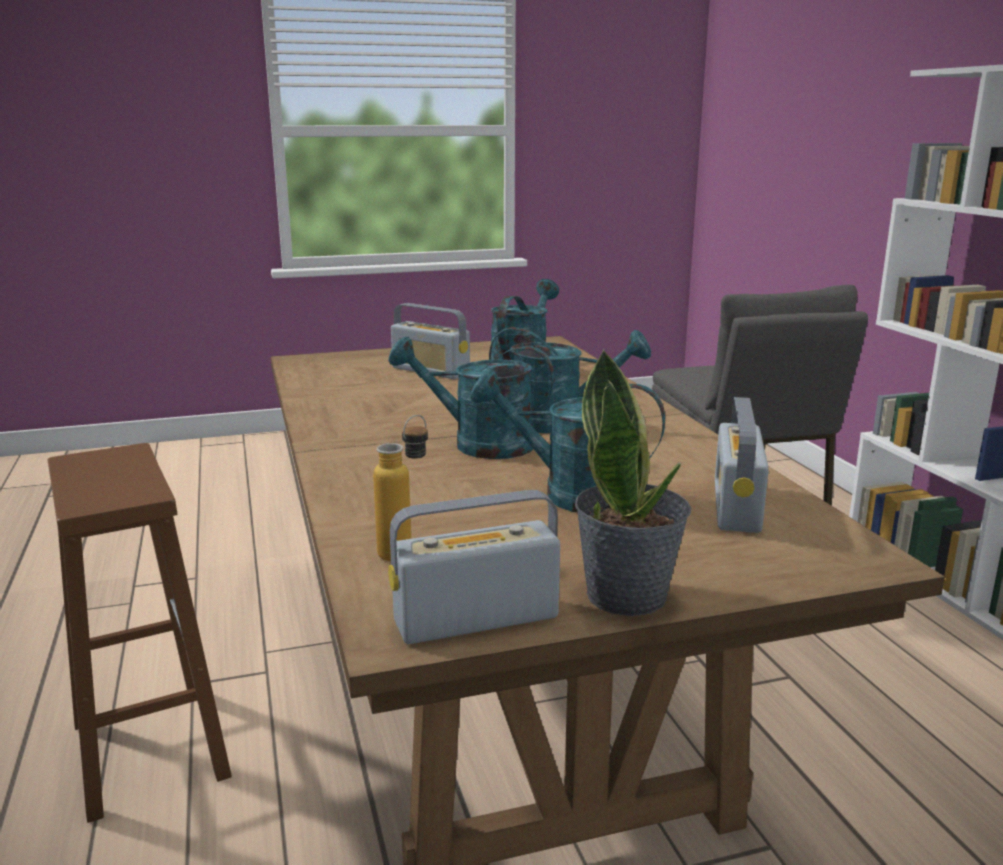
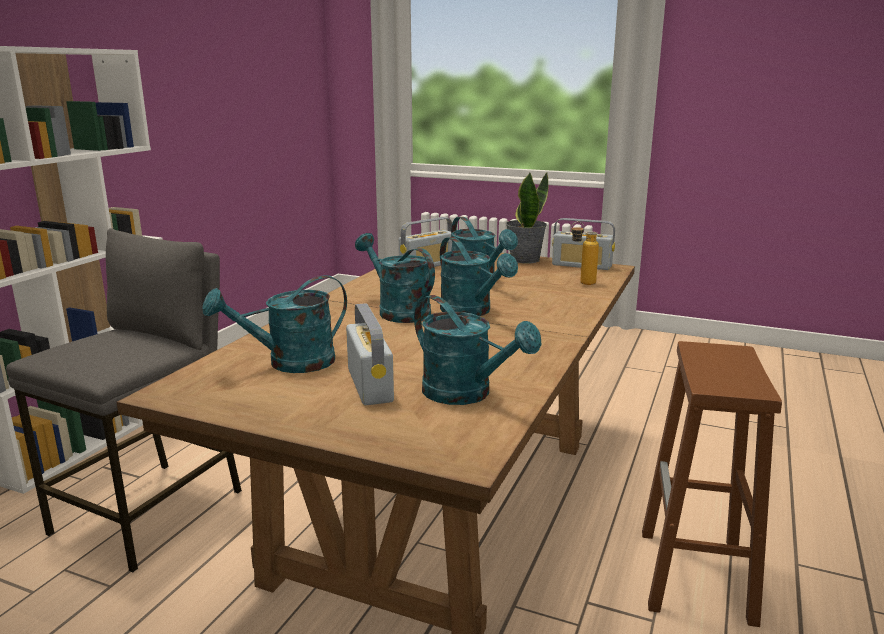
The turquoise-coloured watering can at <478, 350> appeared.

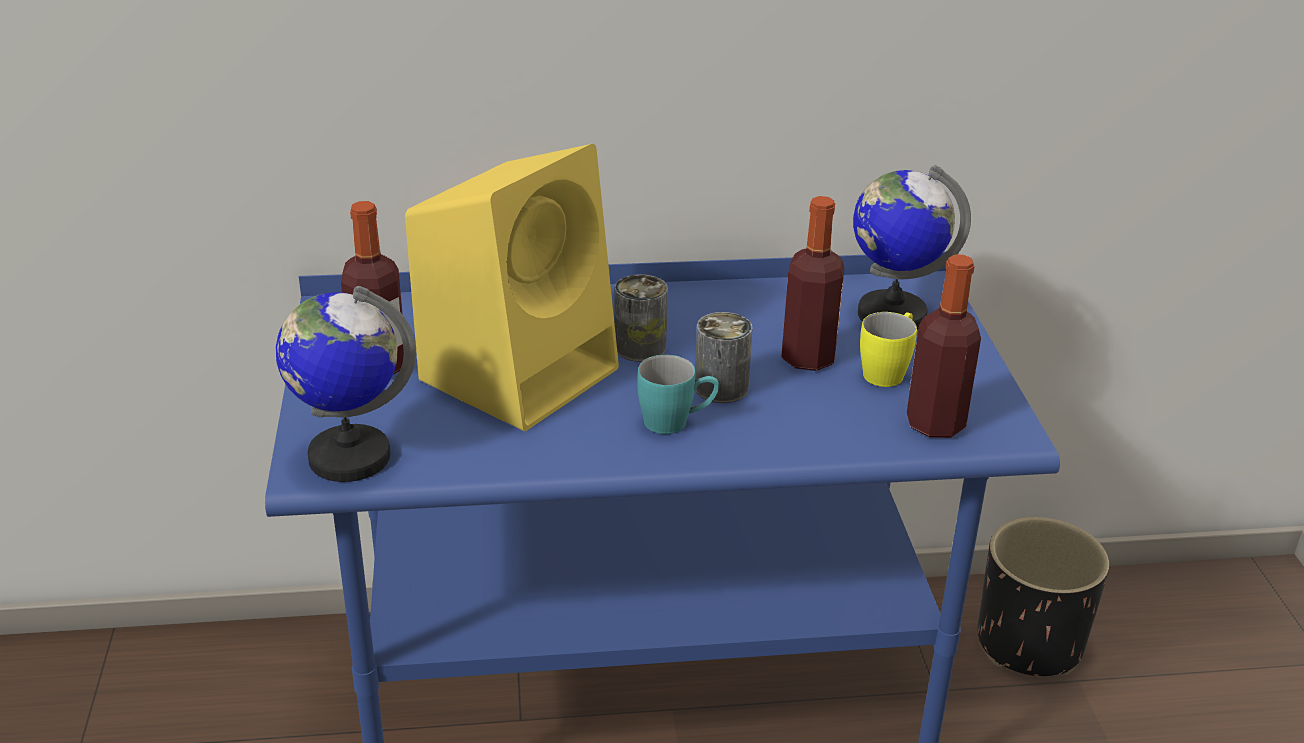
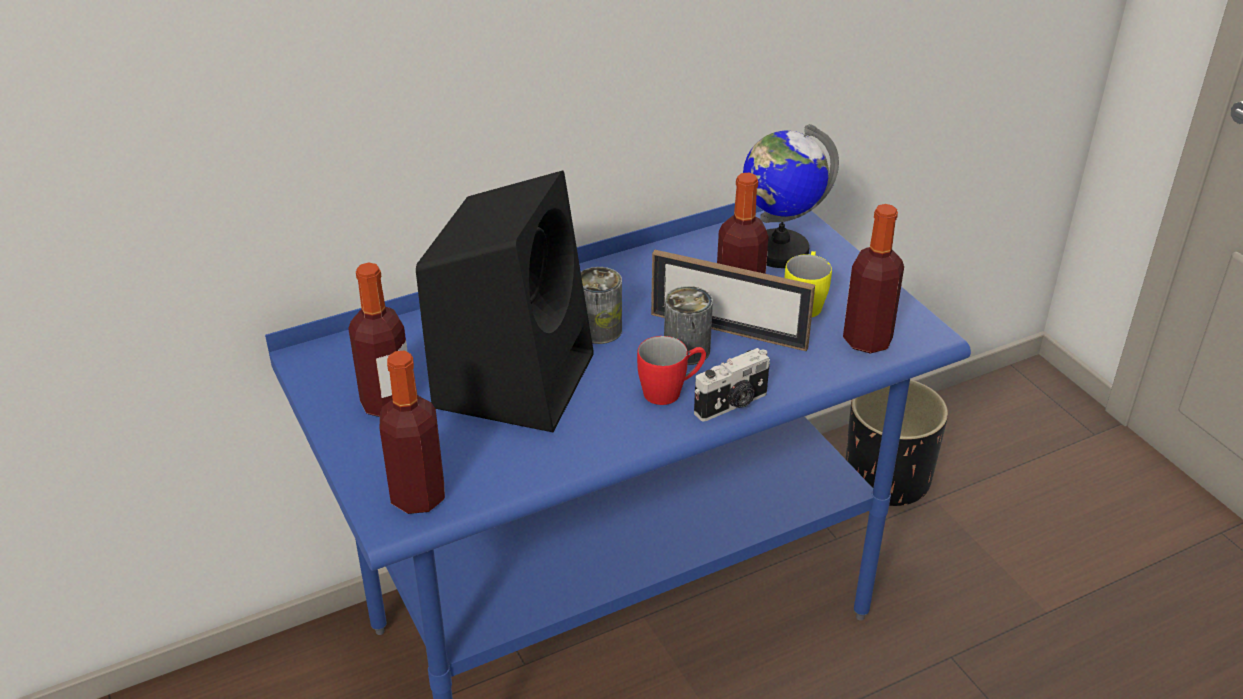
The globe at <346, 384> was replaced by the bottle at <412, 432>. The yellow-coloured audio speaker at <512, 287> became the black-coloured audio speaker at <505, 301>. The turquoise-coloured mug at <678, 394> became the red-coloured mug at <671, 370>. The photo frame at <733, 301> appeared. The still camera at <732, 384> appeared.

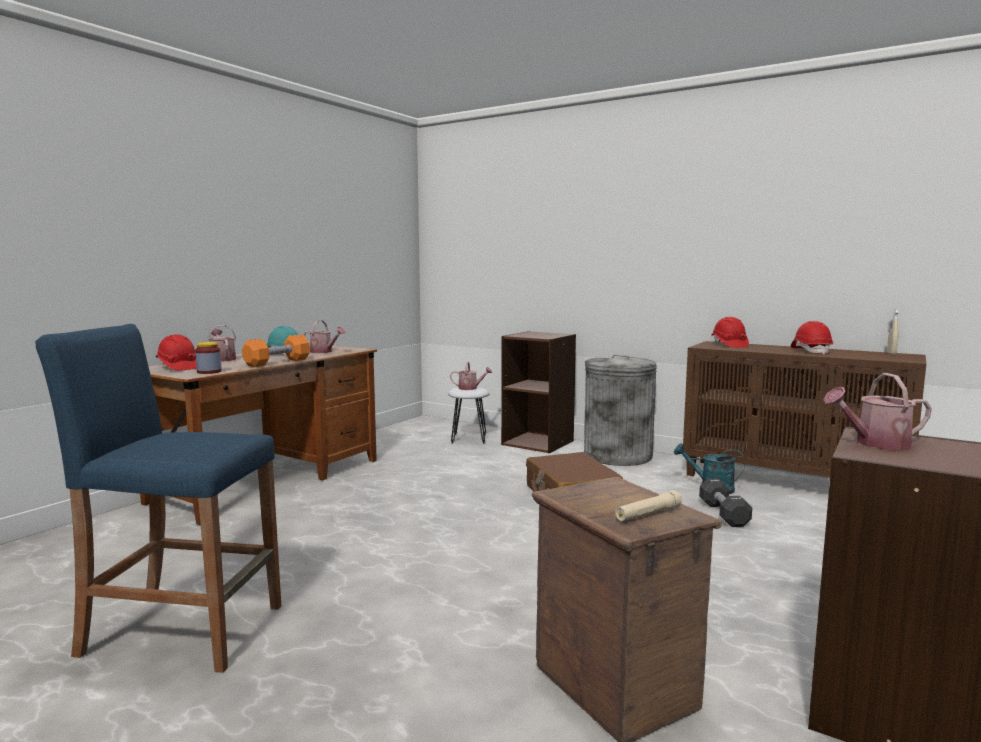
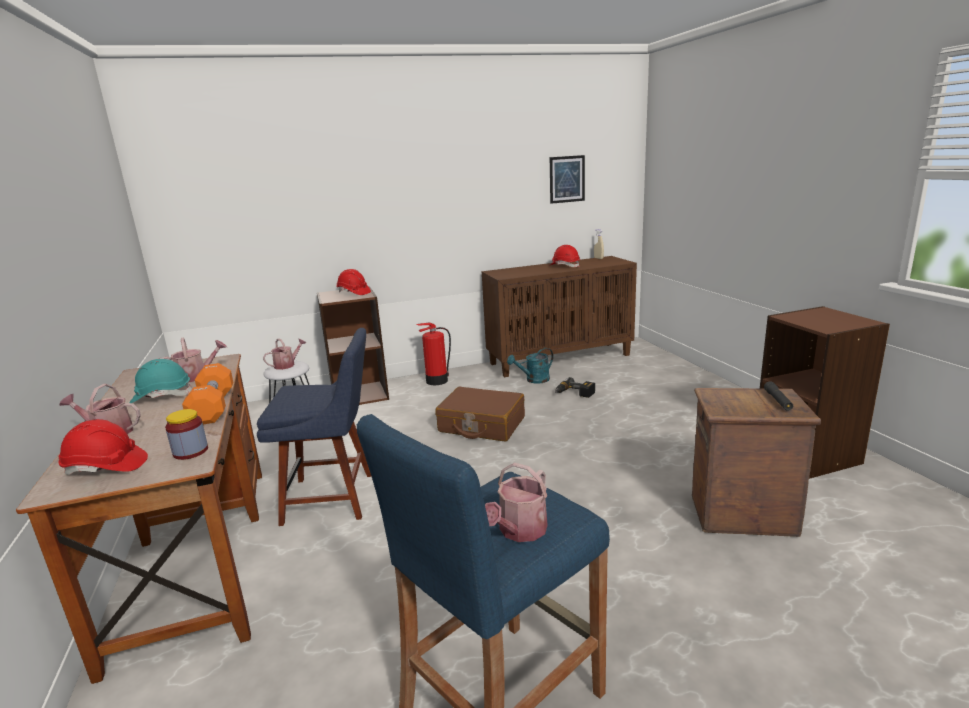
The bluish chair at <314, 427> appeared. The red-coloured work helmet moved from <730, 332> to <353, 282>. The gray trash can at <620, 410> was replaced by the fire extinguisher at <434, 353>. The watering can moved from <877, 411> to <516, 502>. The wall art at <567, 179> appeared. The black-coloured dumbbell at <725, 502> was replaced by the power drill at <575, 387>. The sand-coloured hand torch at <648, 505> became the black-coloured hand torch at <778, 395>.

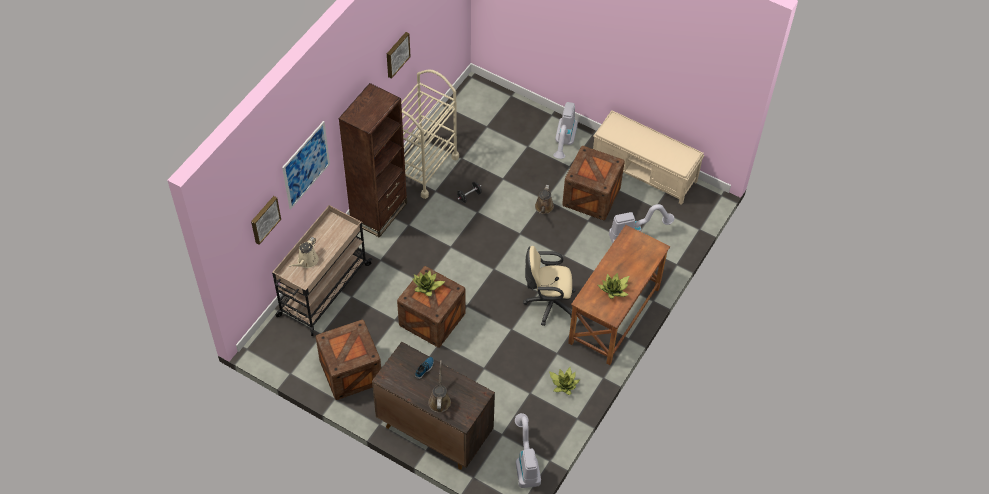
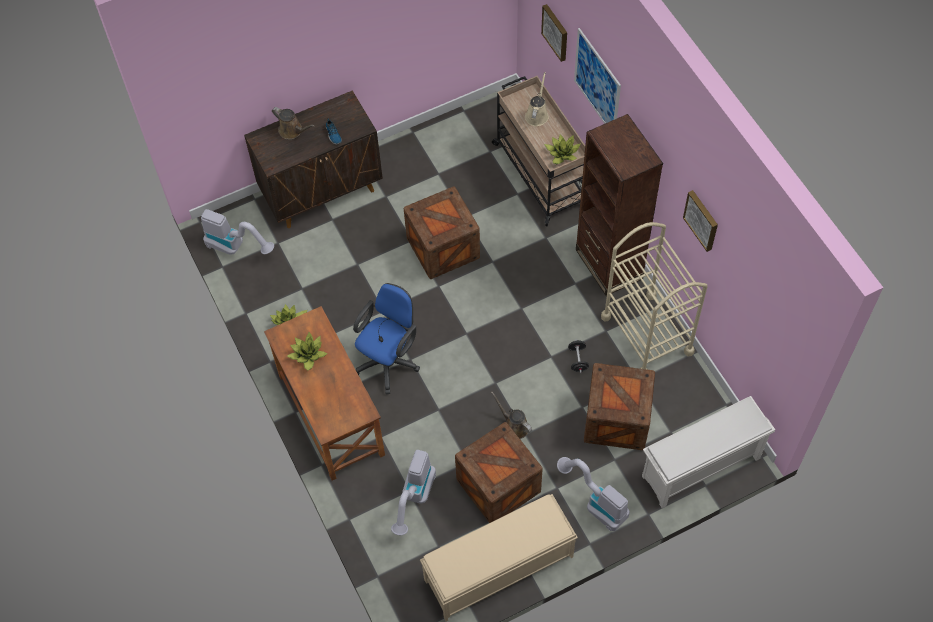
The sand-coloured computer chair at <549, 286> became the bluish computer chair at <386, 338>. The sand-coloured watering can at <304, 252> turned 45 degrees clockwise. The houseplant moved from <428, 283> to <562, 149>. The shipping crate moved from <348, 359> to <619, 406>. The white-coloured shoe shelf at <708, 452> appeared.

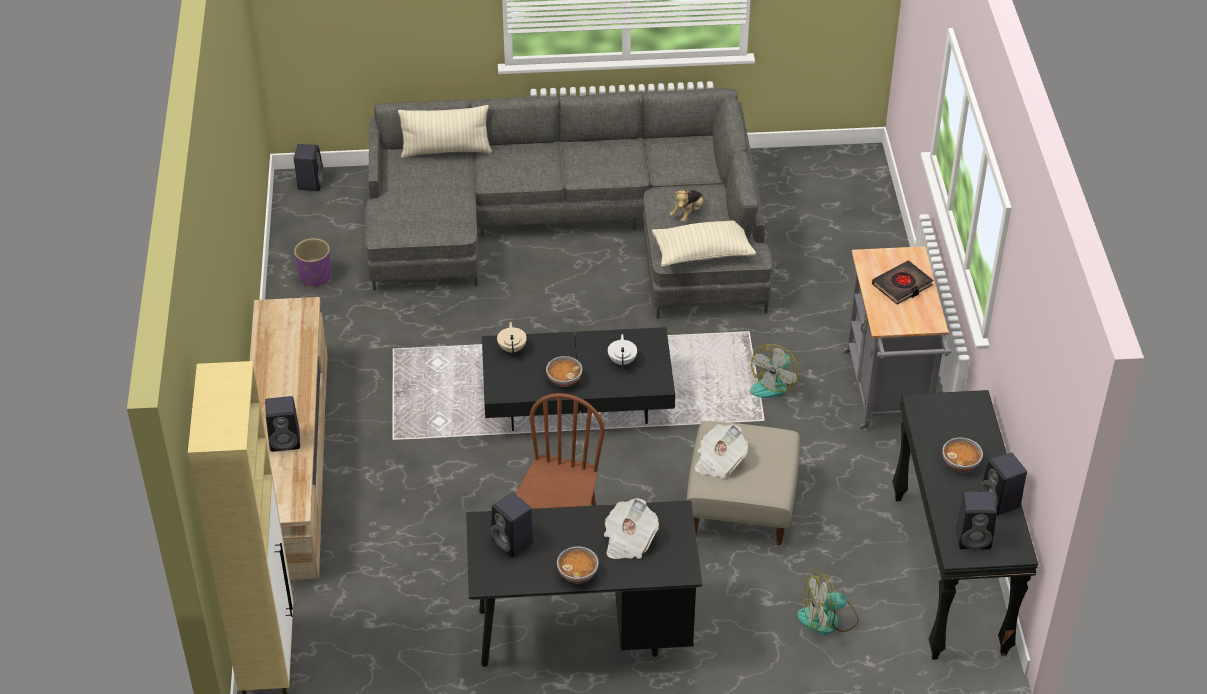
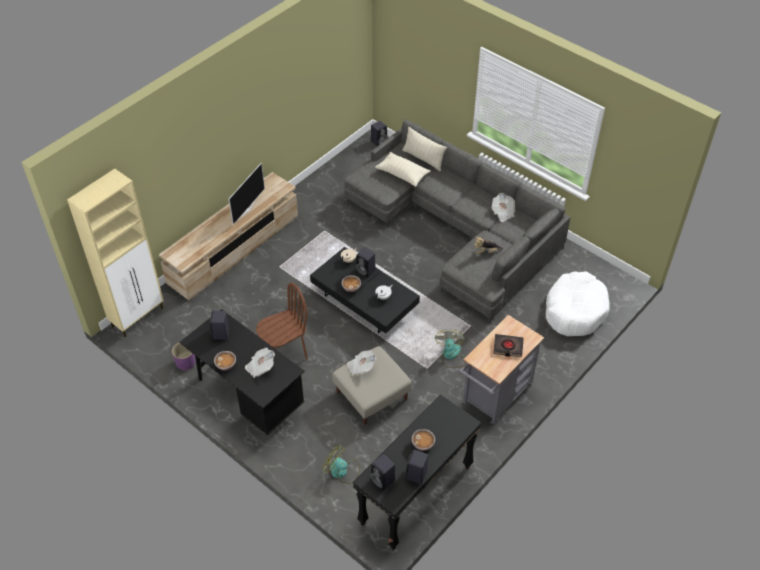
The purple planter moved from <312, 262> to <183, 356>. The TV set at <247, 194> appeared. The black-coloured audio speaker moved from <282, 424> to <366, 262>. The sand-coloured pillow moved from <704, 243> to <403, 169>. The electric fan at <774, 371> turned 105 degrees clockwise. The daily paper at <503, 207> appeared. The white-coloured dog cushion at <578, 303> appeared.

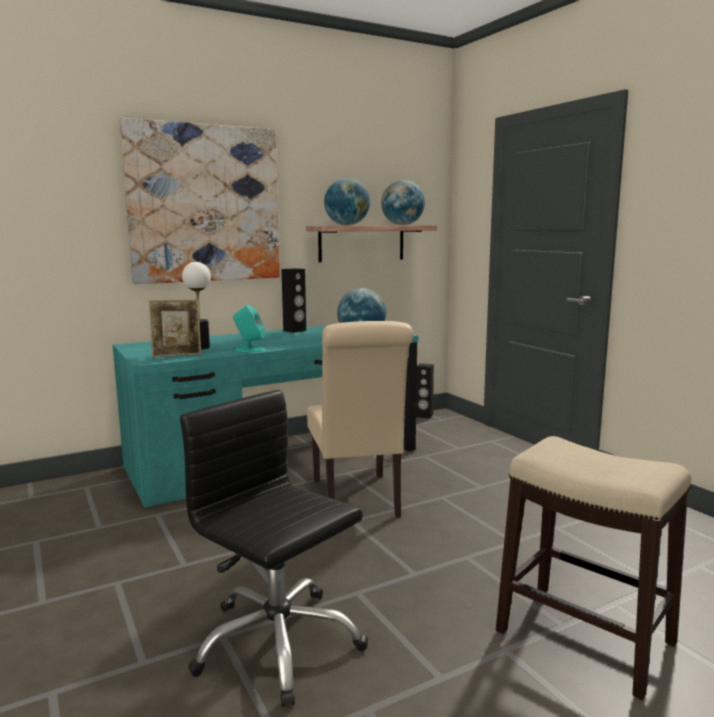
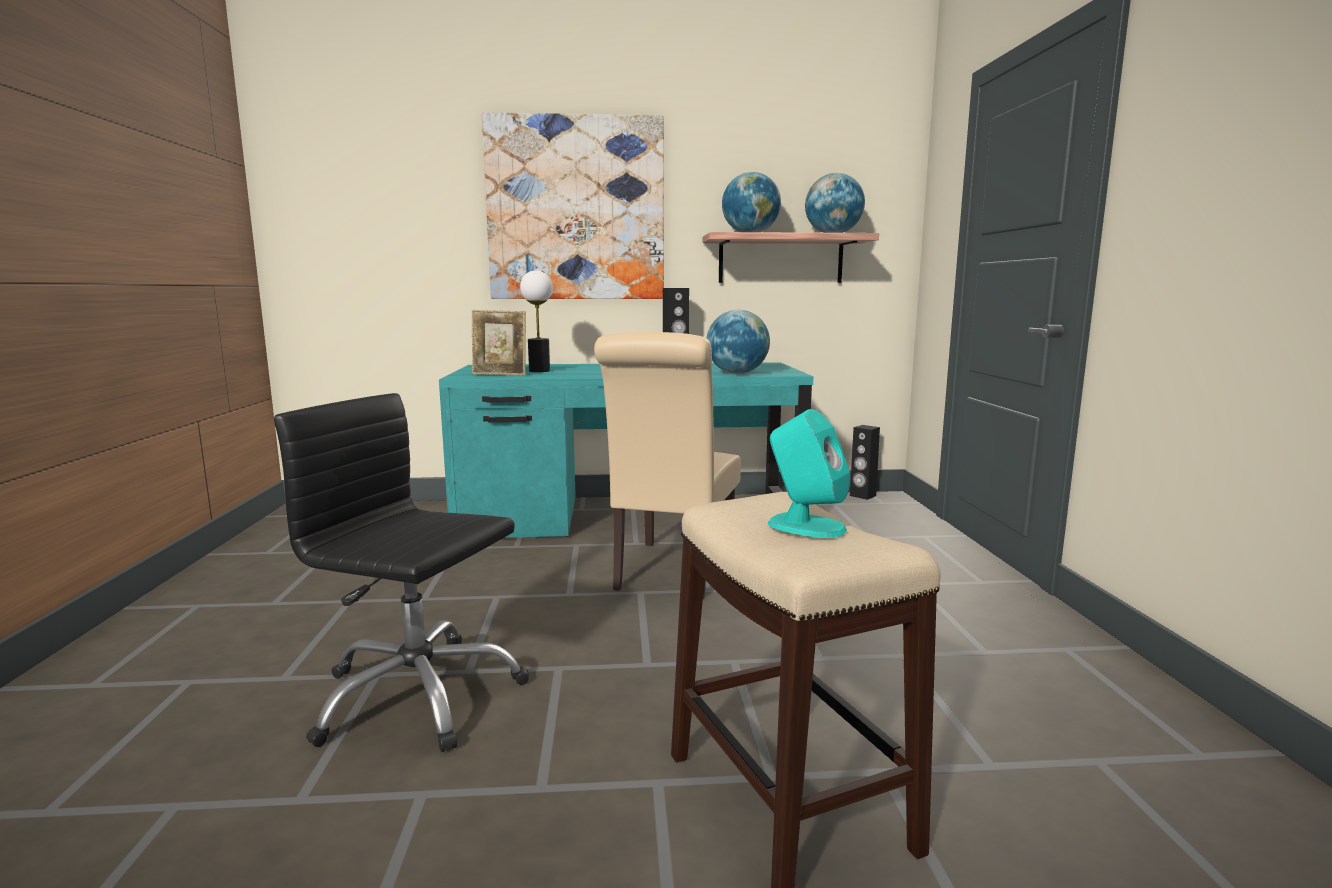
The black-coloured computer chair at <274, 548> turned 45 degrees counterclockwise. The turquoise-coloured audio speaker moved from <249, 328> to <809, 473>.

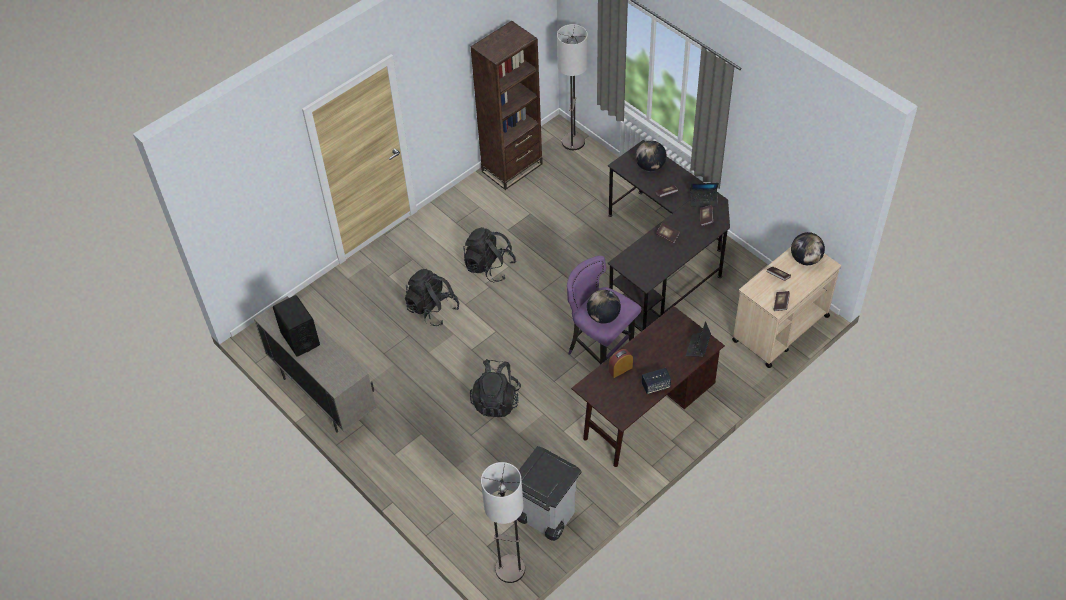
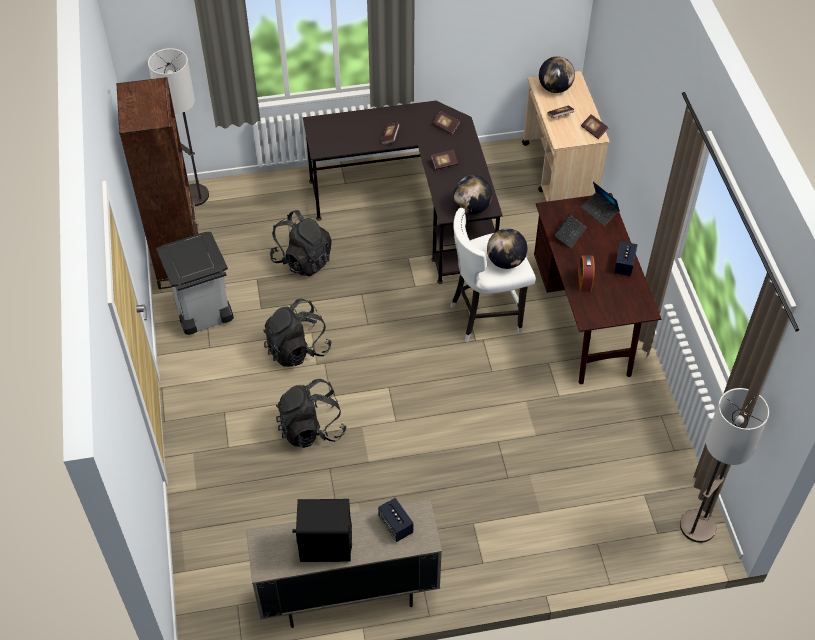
The gray trash can moved from <549, 493> to <195, 283>. The black-coloured backpack moved from <495, 388> to <301, 243>. The audio speaker at <395, 520> appeared. The purple stool seat at <604, 310> became the white-coloured stool seat at <493, 275>. The globe moved from <651, 156> to <472, 194>. The laptop moved from <704, 195> to <570, 226>.

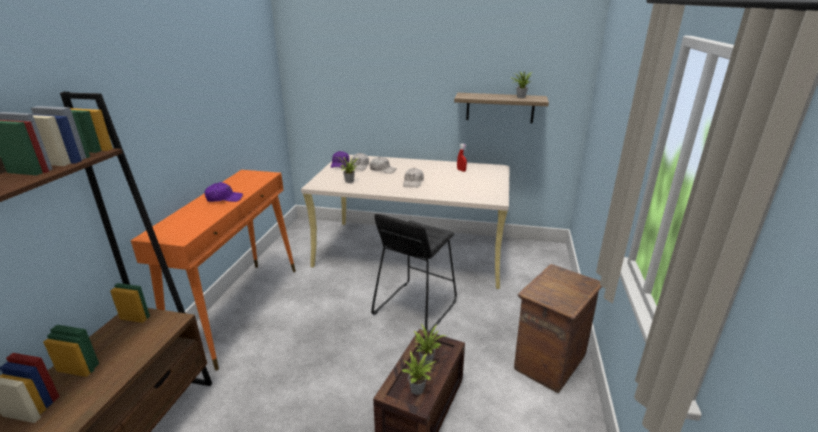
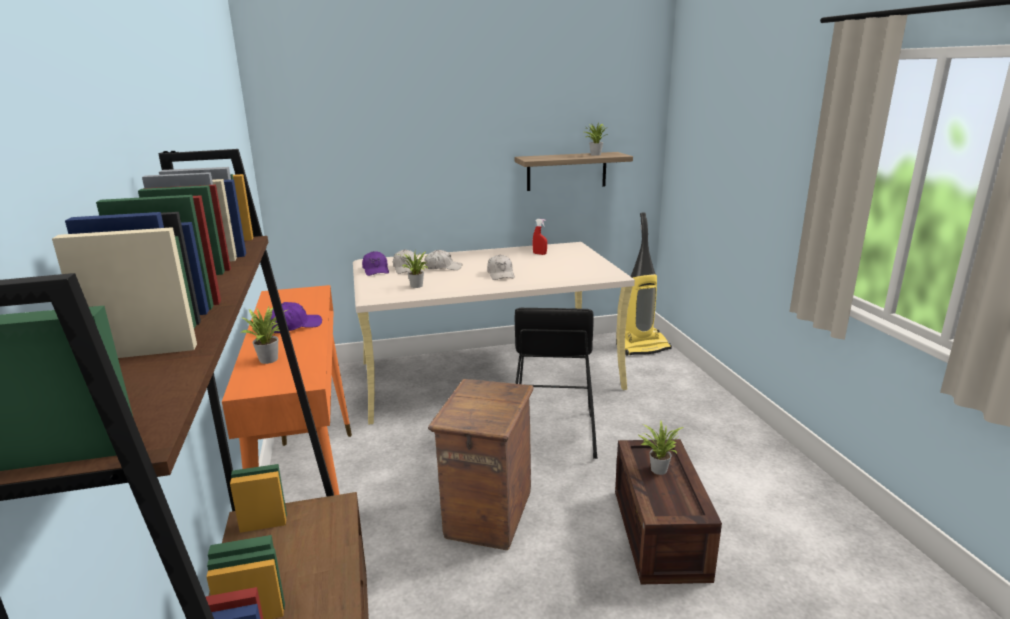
The houseplant moved from <419, 373> to <265, 335>. The shipping crate moved from <558, 328> to <481, 464>. The hoover at <644, 284> appeared.

